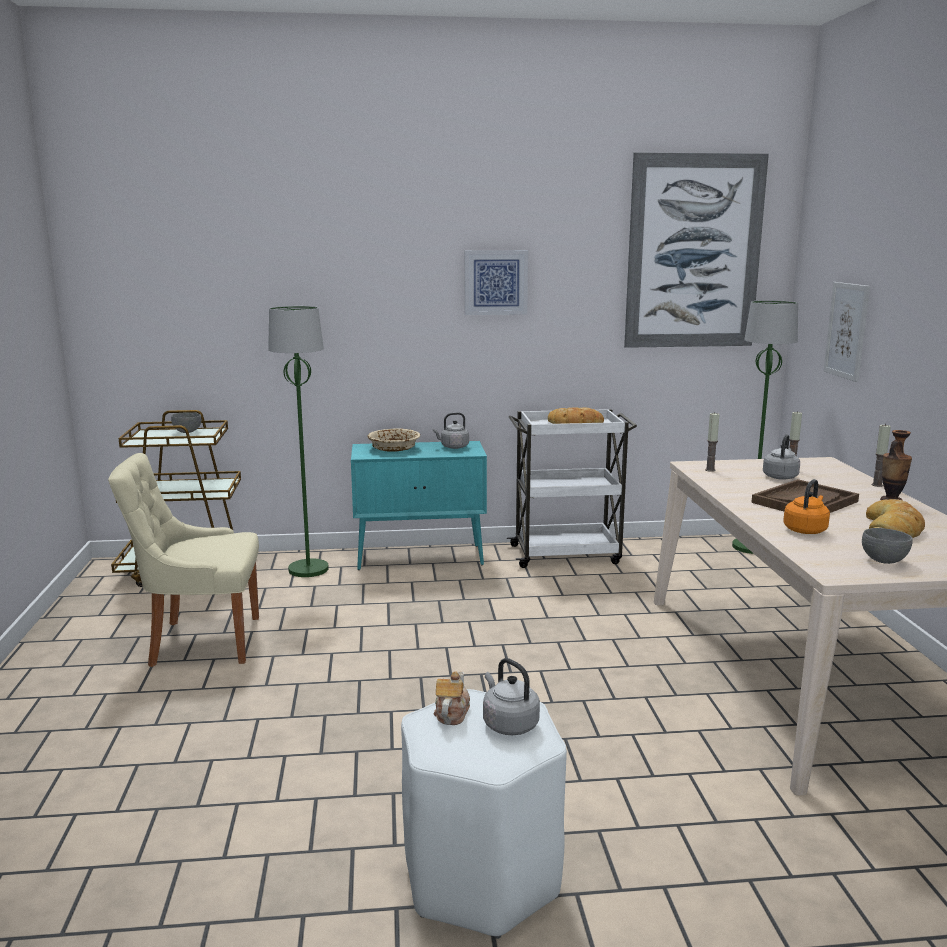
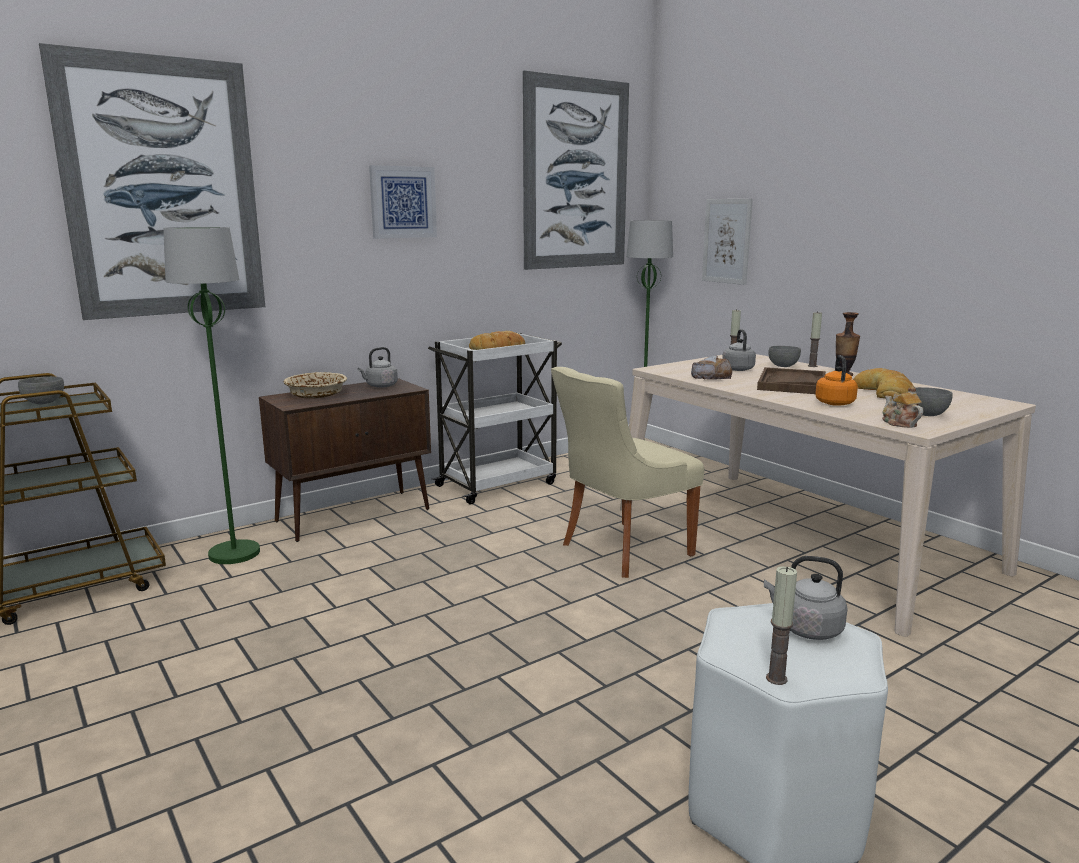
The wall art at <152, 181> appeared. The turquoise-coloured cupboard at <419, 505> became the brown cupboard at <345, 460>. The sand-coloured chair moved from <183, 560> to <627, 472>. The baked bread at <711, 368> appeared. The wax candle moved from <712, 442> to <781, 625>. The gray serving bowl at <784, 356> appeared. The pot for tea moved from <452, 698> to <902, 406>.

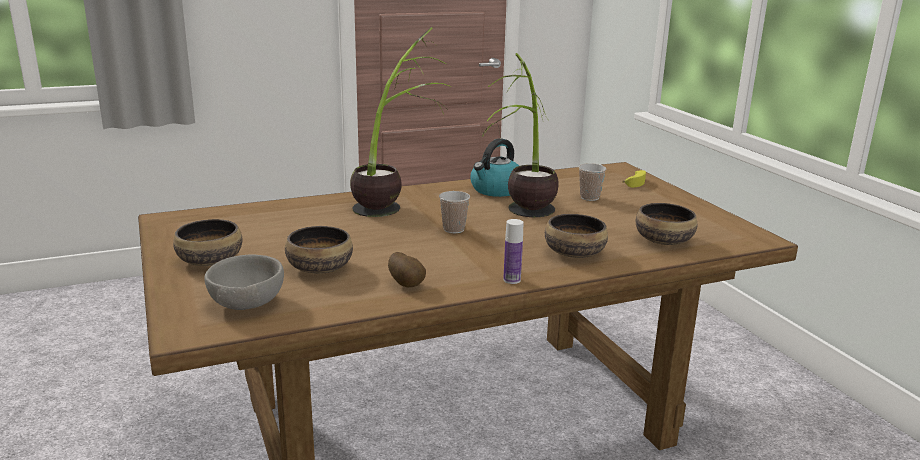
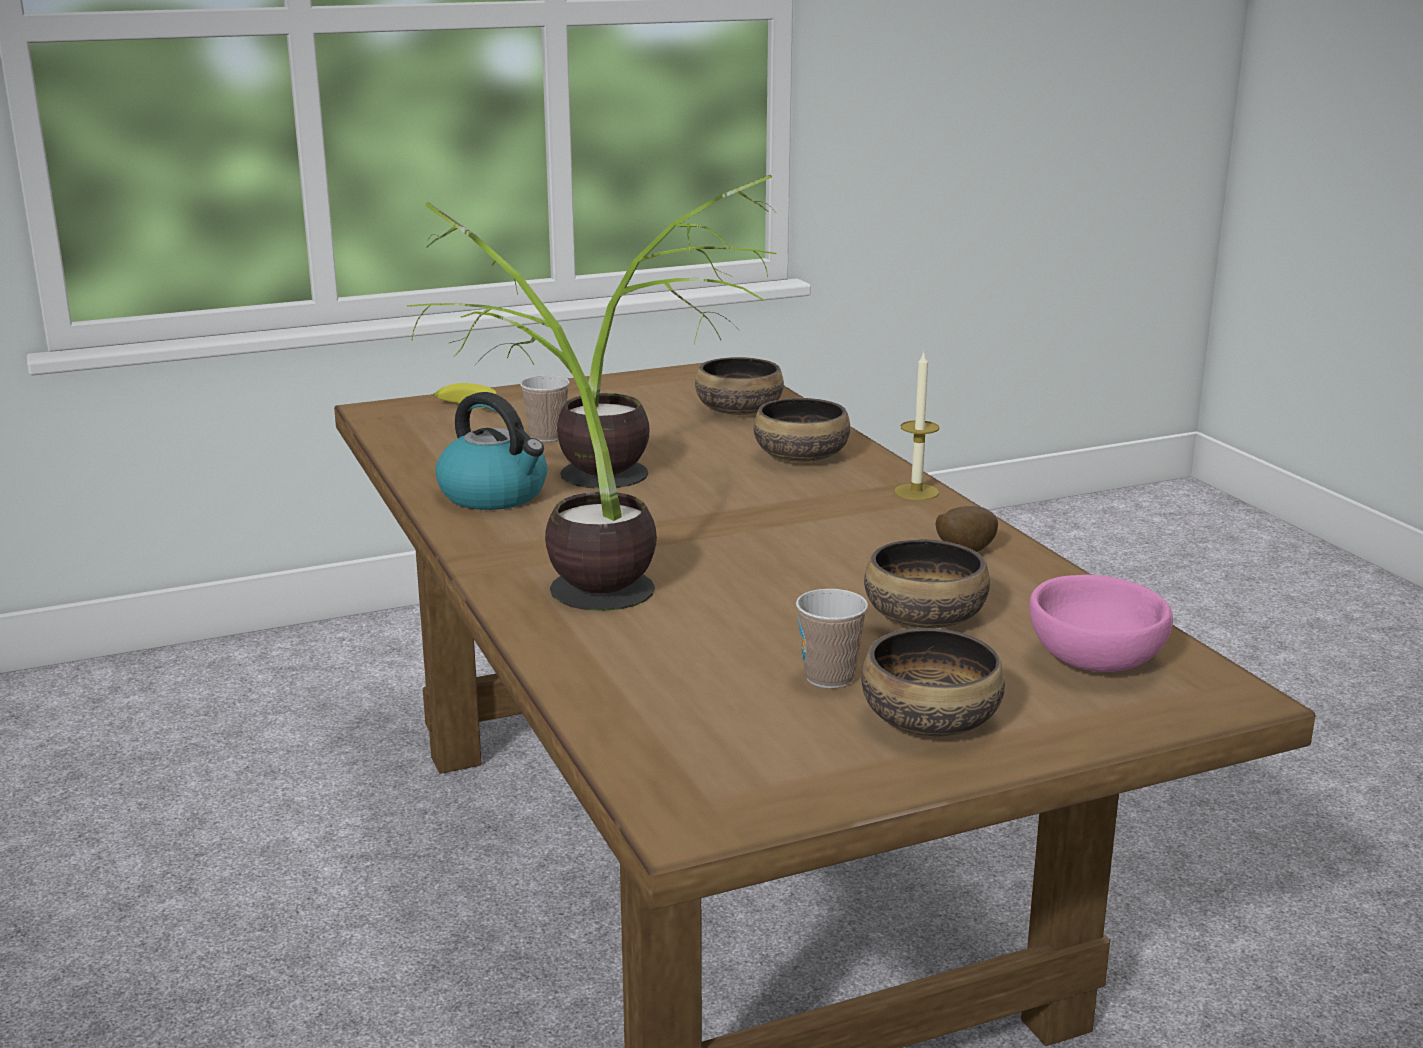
The cup moved from <454, 212> to <832, 638>. The bottle at <513, 251> was replaced by the wax candle at <916, 426>. The gray serving bowl at <244, 282> became the pink serving bowl at <1101, 623>.

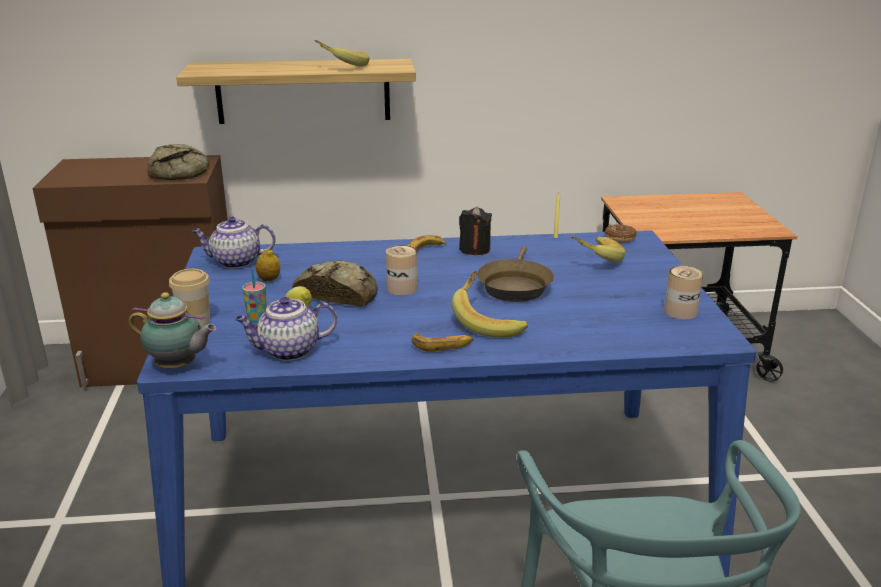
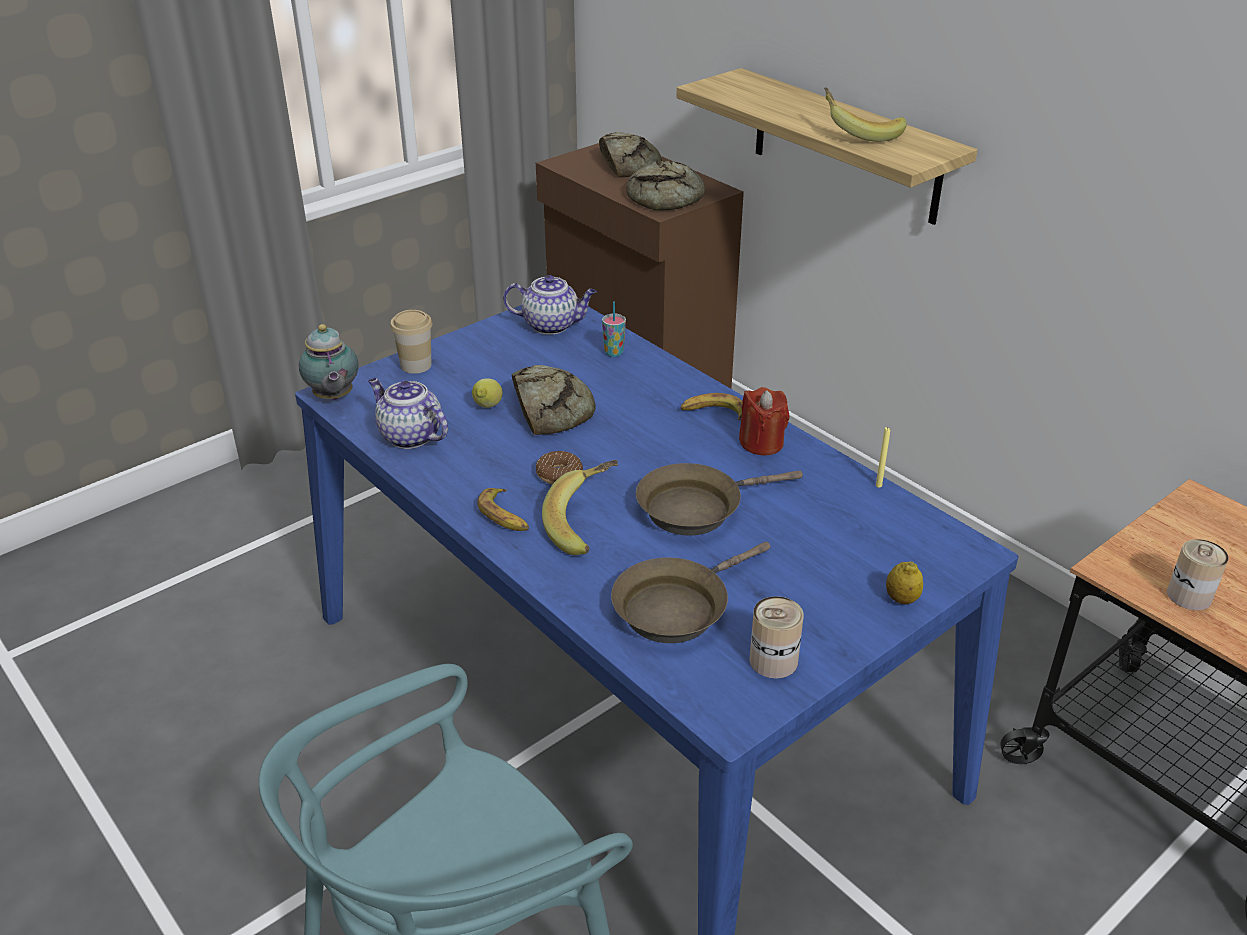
The pot for tea at <233, 242> turned 135 degrees clockwise. The donut moved from <621, 233> to <559, 468>. The baked bread at <630, 154> appeared. The cup moved from <254, 296> to <614, 329>. The brown pan at <690, 592> appeared. The black-coloured wax candle at <475, 230> became the red-coloured wax candle at <764, 421>. The whole lemon moved from <268, 265> to <904, 583>. The can moved from <402, 270> to <1198, 575>. The whole banana at <598, 249> disappeared.

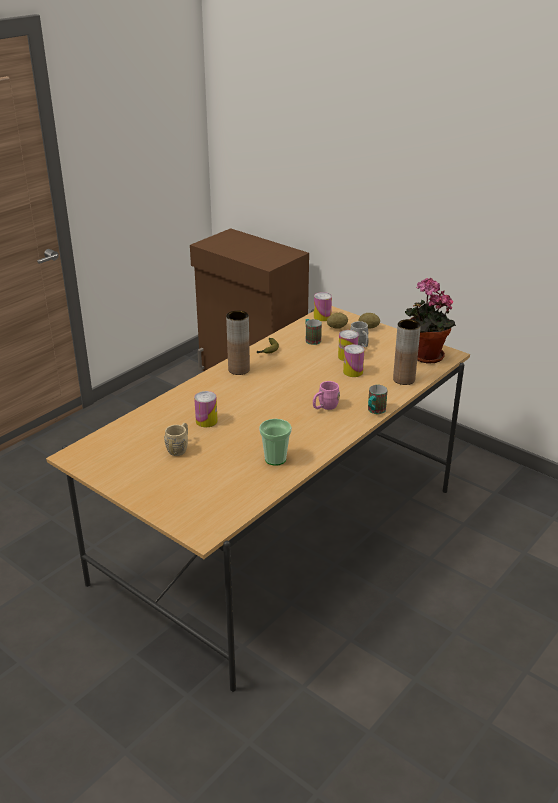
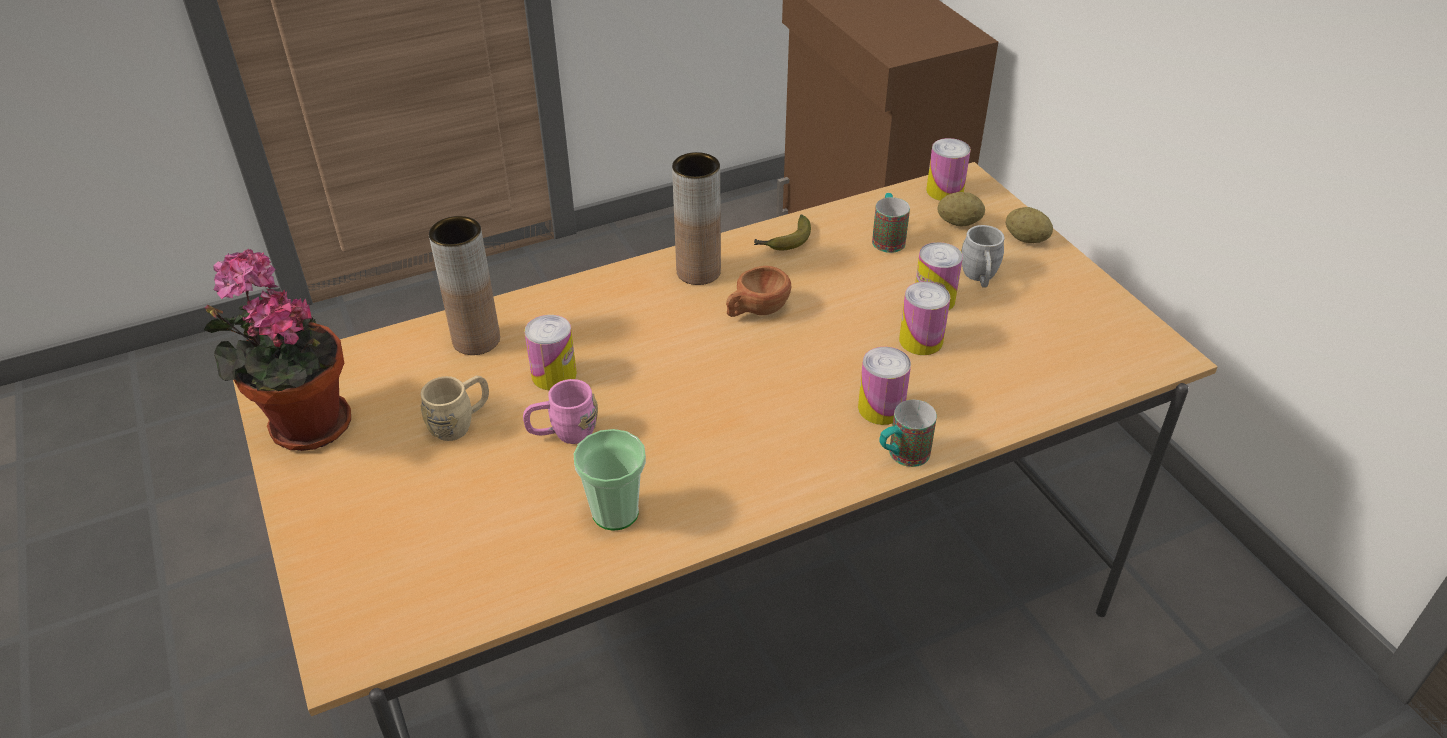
The houseplant moved from <430, 321> to <277, 350>. The brown decorative vase moved from <407, 352> to <464, 285>. The pink mug moved from <326, 395> to <560, 411>. The brown cup at <758, 291> appeared. The can at <884, 386> appeared.

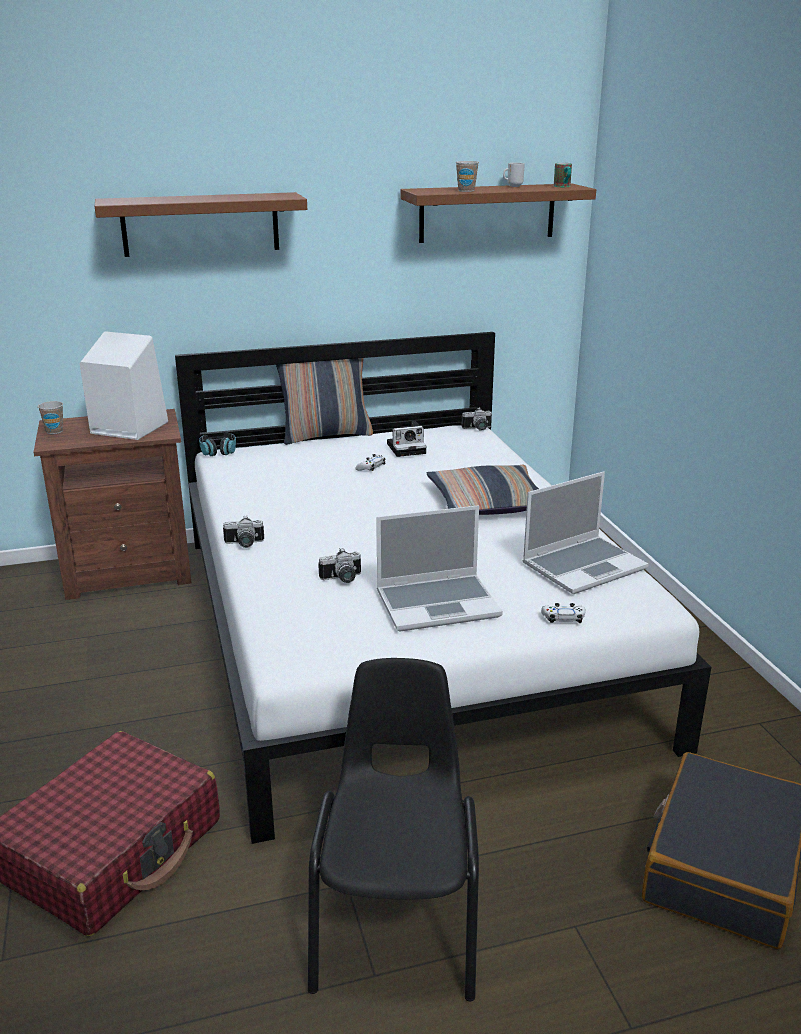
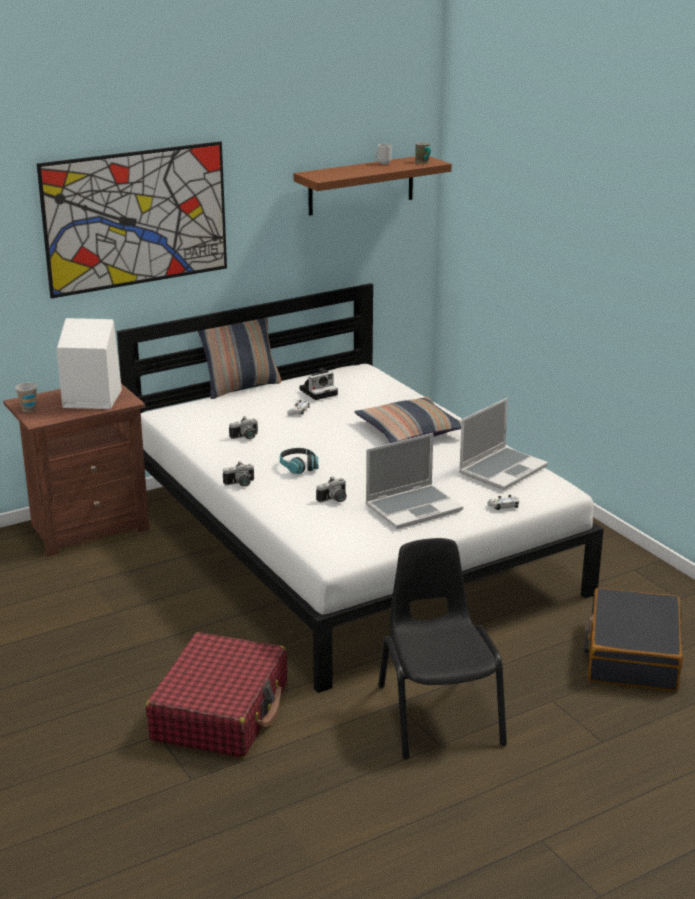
The brown shelf at <201, 224> was replaced by the wall art at <132, 219>. The still camera moved from <476, 419> to <243, 427>. The headset moved from <217, 444> to <299, 461>. The cup at <467, 176> disappeared.

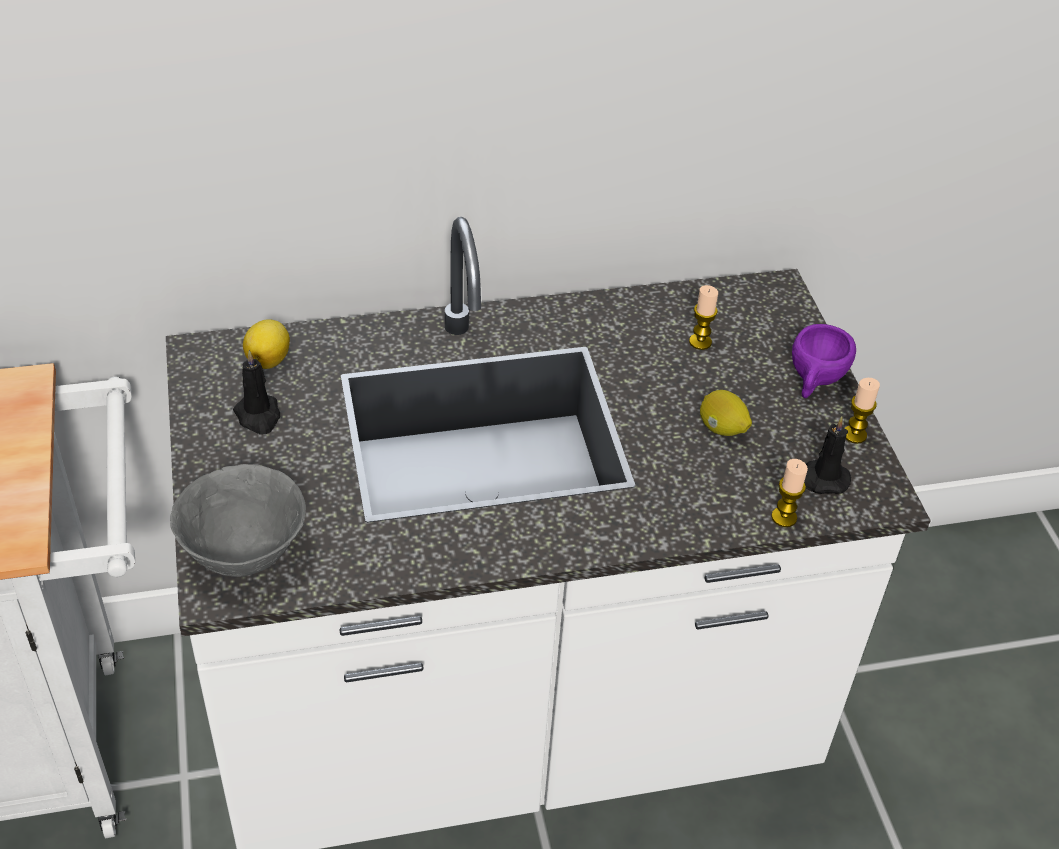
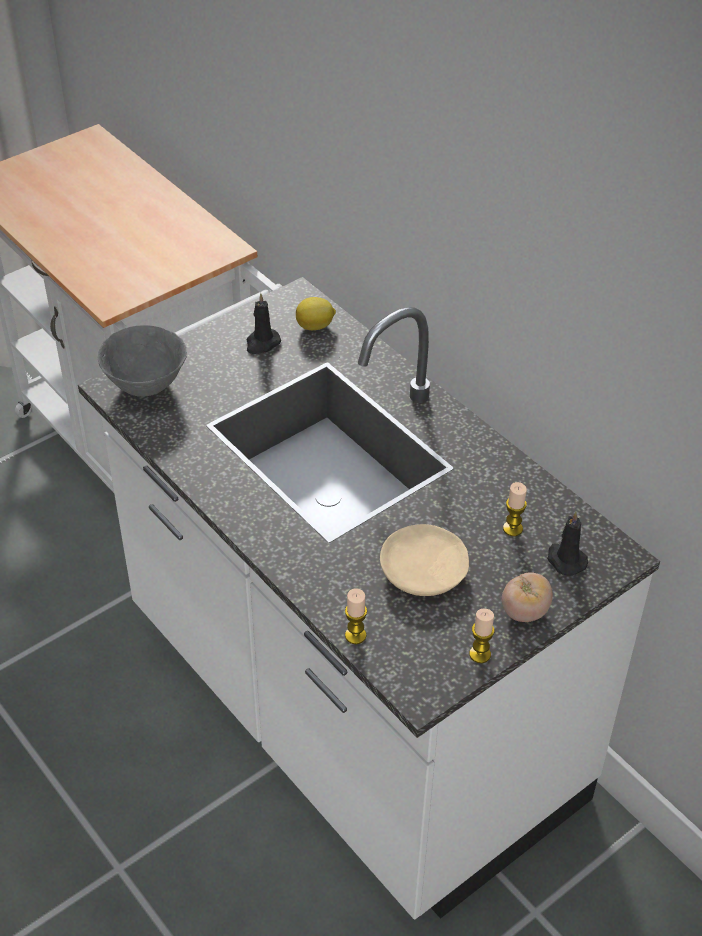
The whole lemon at <726, 413> was replaced by the sand-coloured plate at <424, 560>. The purple cup at <824, 361> was replaced by the whole tomato at <527, 597>. The black-coloured wax candle moved from <827, 455> to <567, 543>.

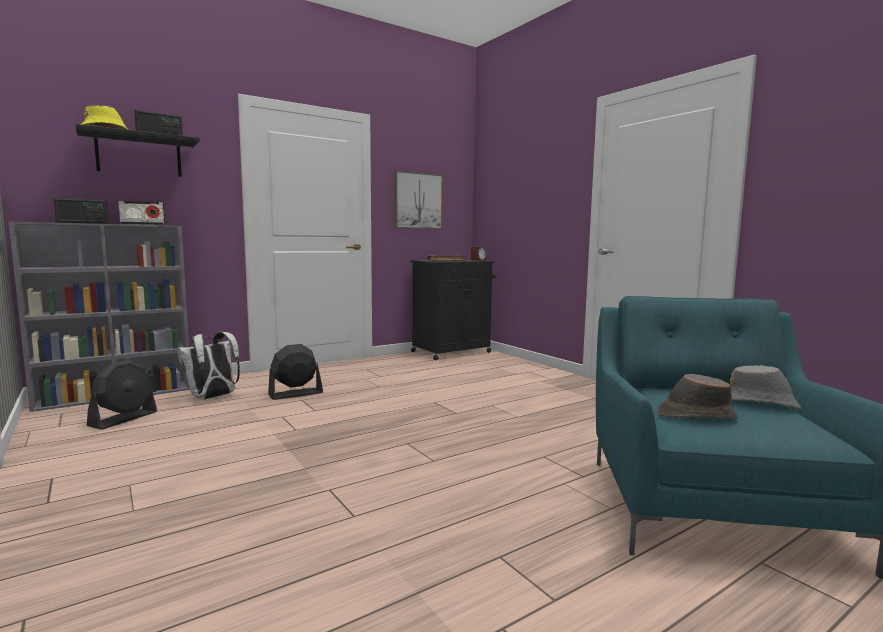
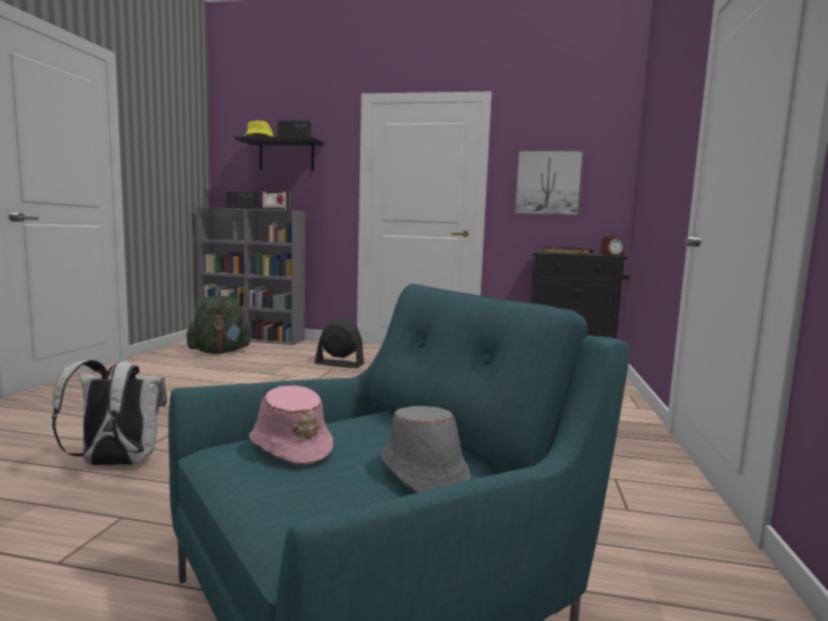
The white-coloured backpack moved from <208, 366> to <109, 413>. The black-coloured electric fan at <122, 395> was replaced by the green-coloured backpack at <219, 325>. The brown wearable hat at <698, 396> became the pink wearable hat at <291, 425>.

